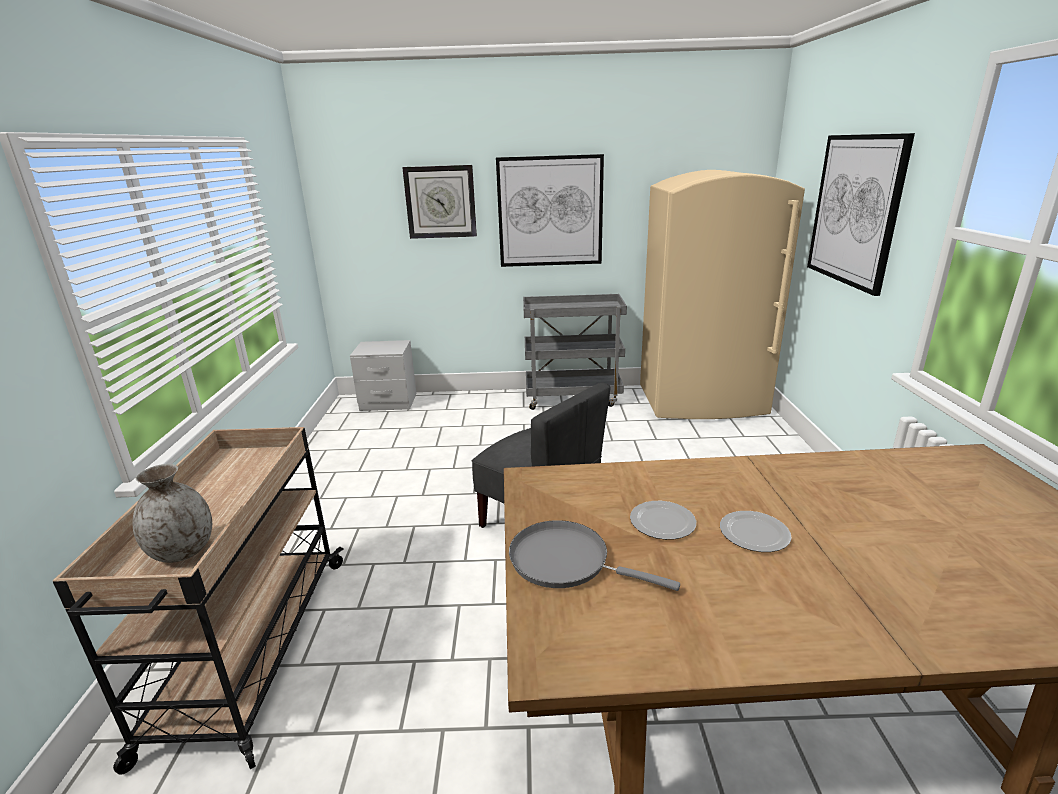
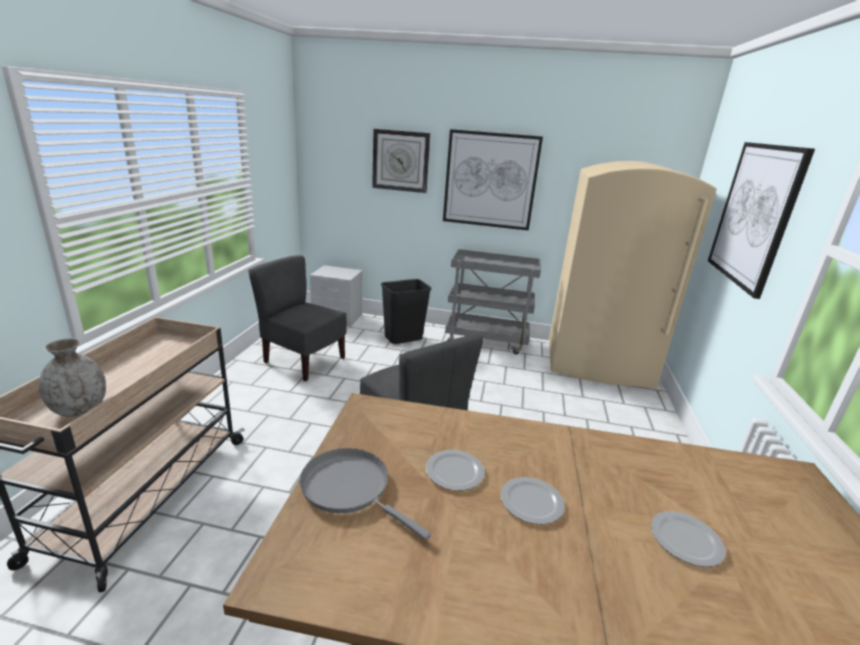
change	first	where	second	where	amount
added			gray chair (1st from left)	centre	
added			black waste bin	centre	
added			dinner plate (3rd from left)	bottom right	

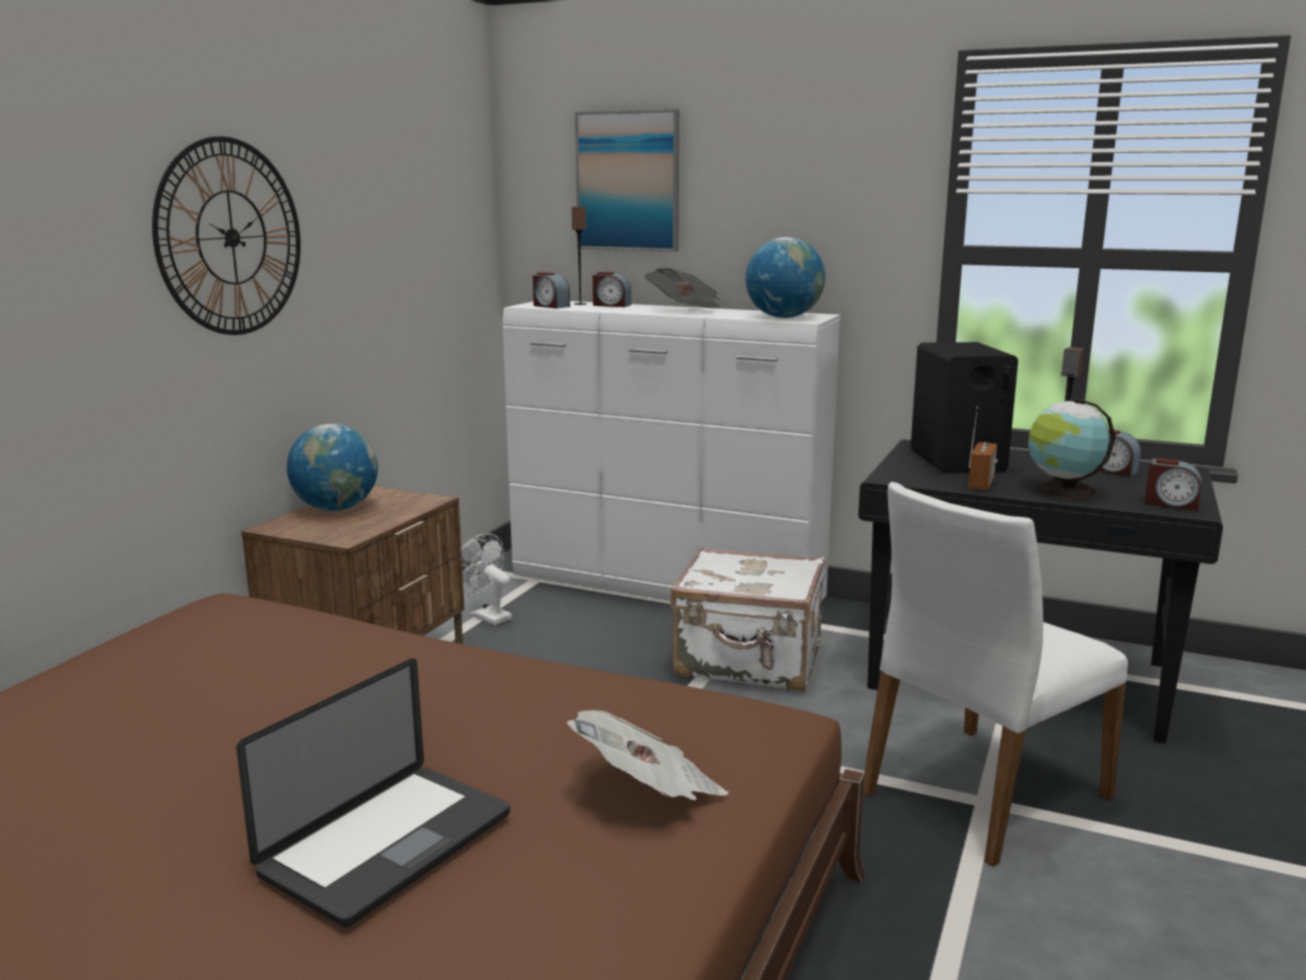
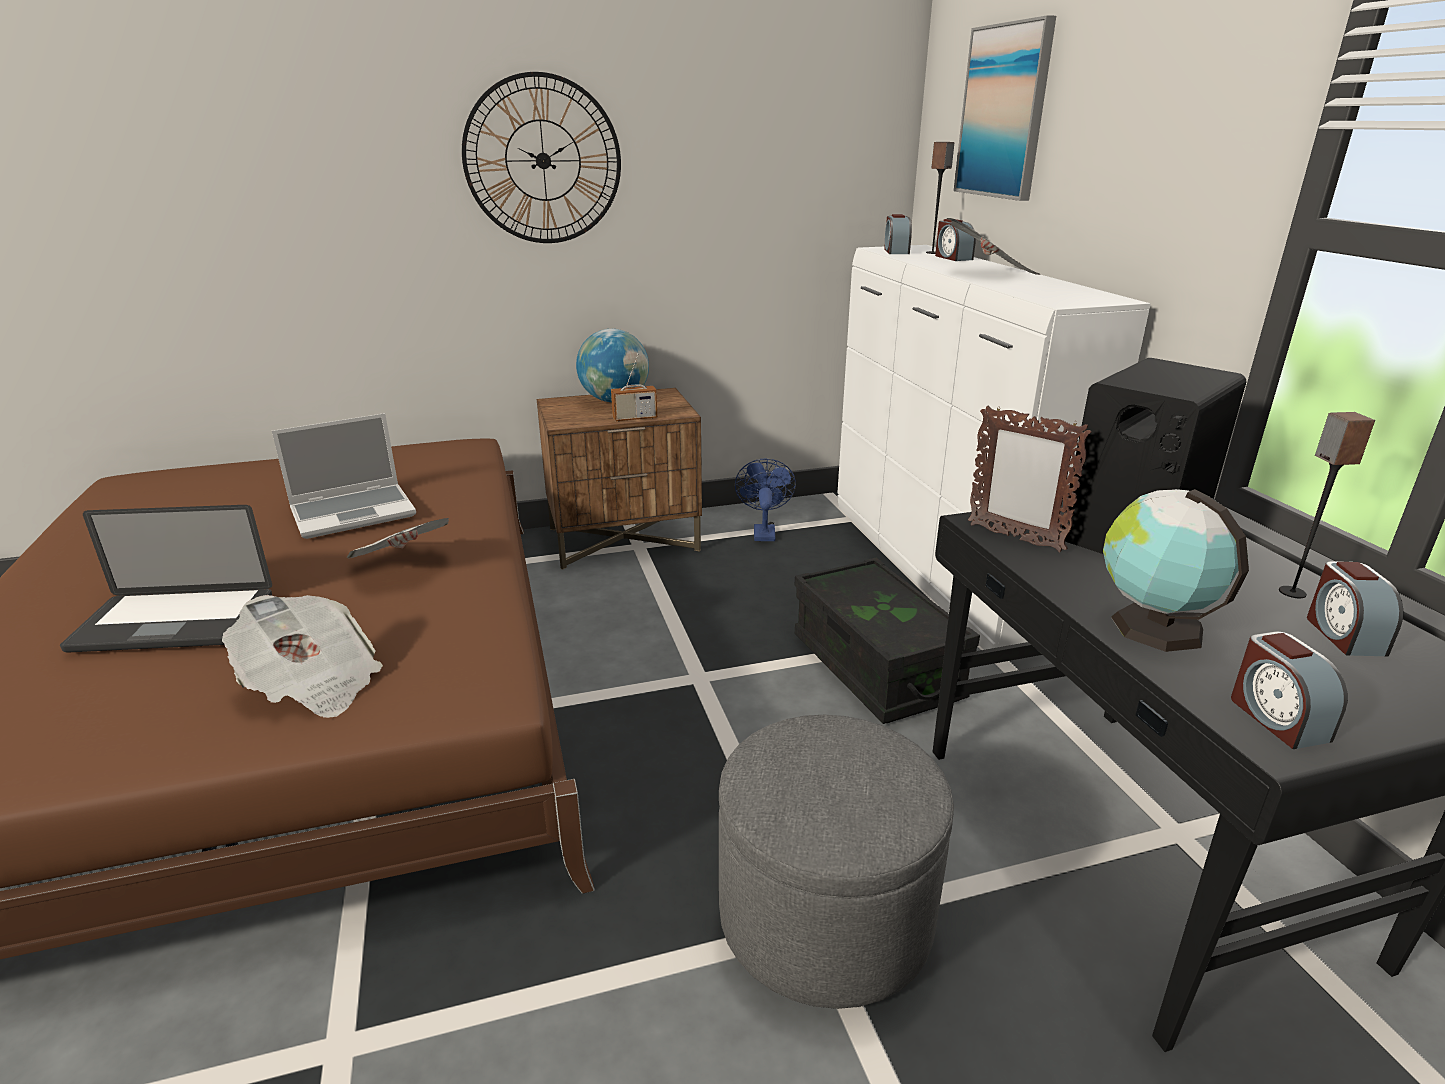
change	first	where	second	where	amount
removed	desk globe (2nd from left)	top centre			
added			portable computer (2nd from left)	middle left	
added			daily paper (2nd from left)	middle left	
added			standing frame	middle right	
moved	radio receiver	middle right		centre	
replaced	white-coloured travel case	centre	black storage bin	centre	
replaced	white-coloured chair	bottom right	gray ottoman	bottom centre	
recoloured	white-coloured fan	centre	blue-coloured fan	centre	

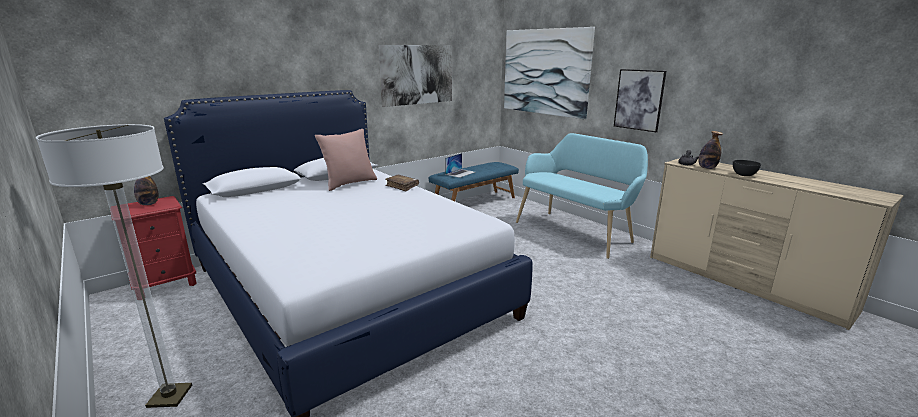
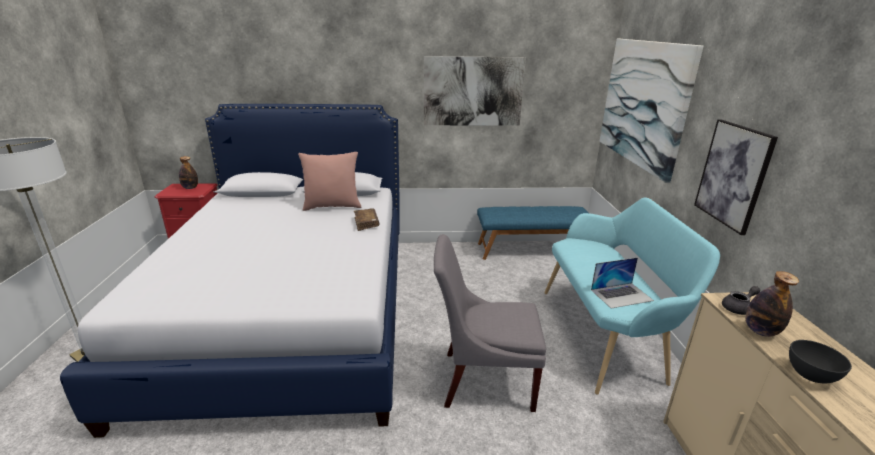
change	first	where	second	where	amount
added			gray chair	bottom centre	
moved	portable computer	centre		middle right	

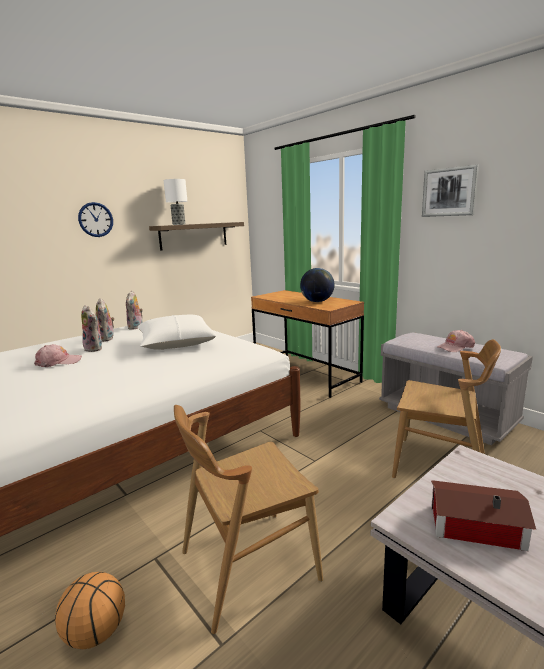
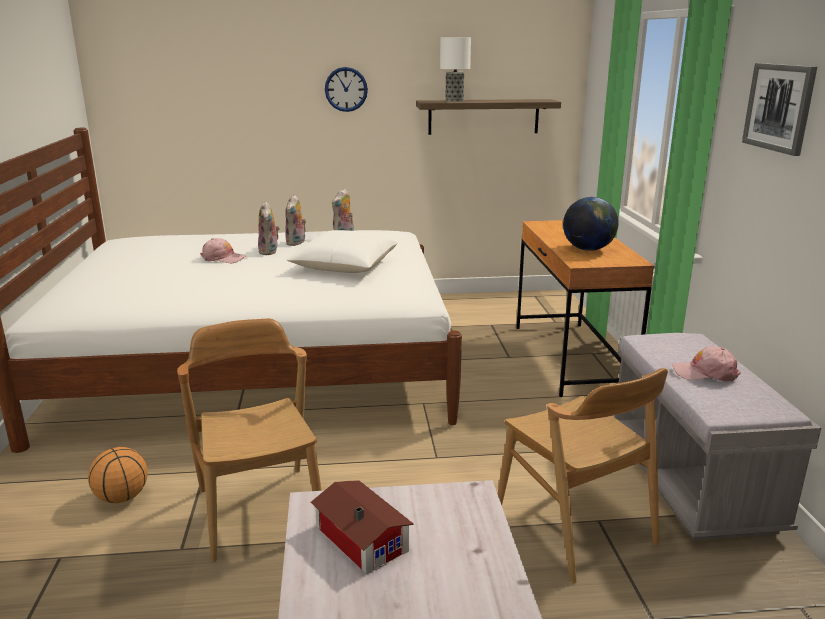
change	first	where	second	where	amount
turned	brown-coloured chair (1st from left)	bottom centre		bottom left	60 degrees clockwise

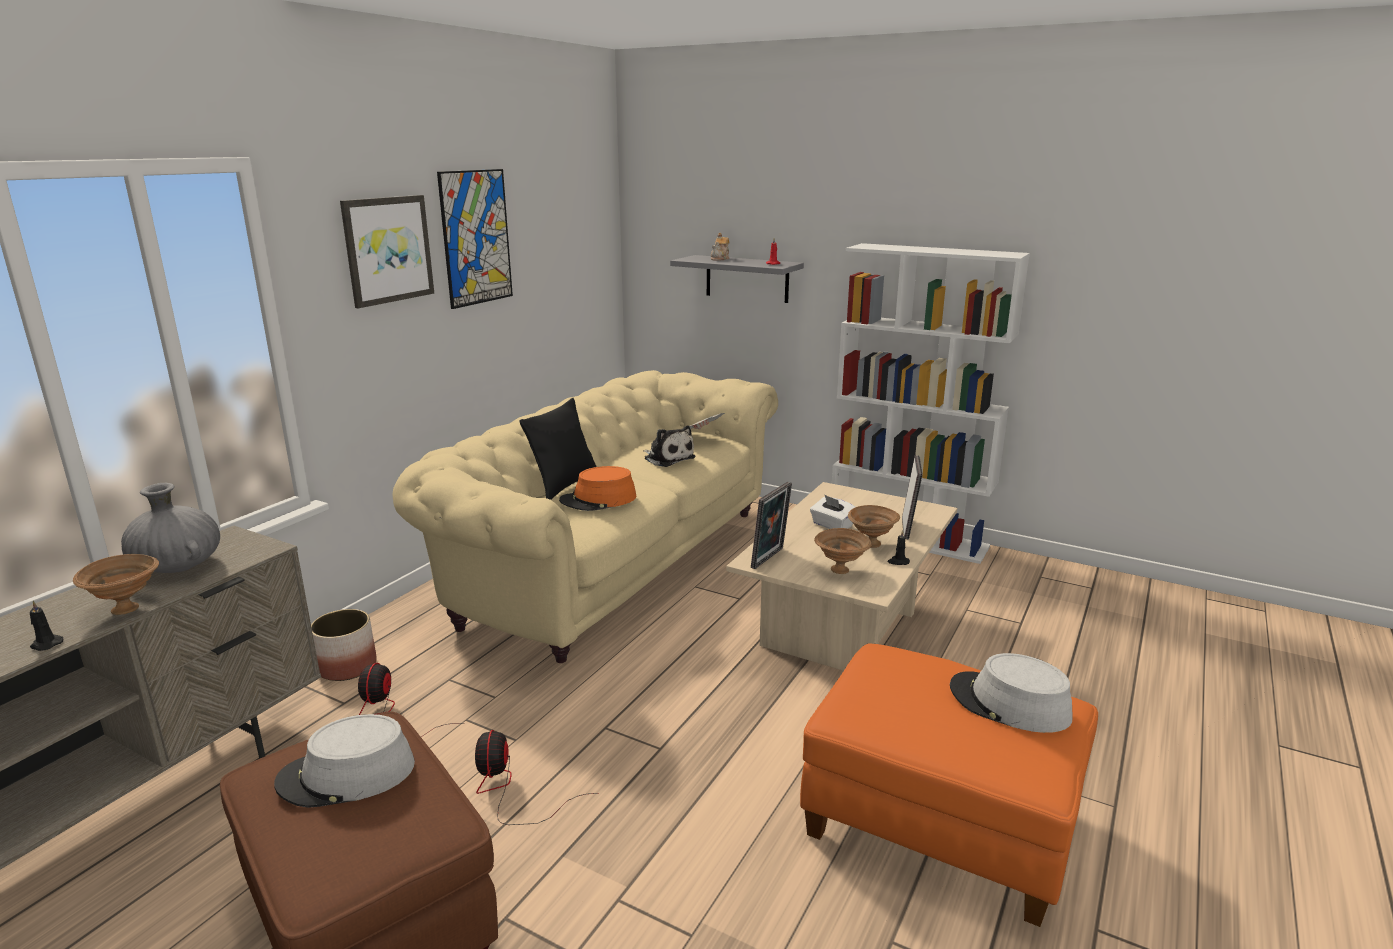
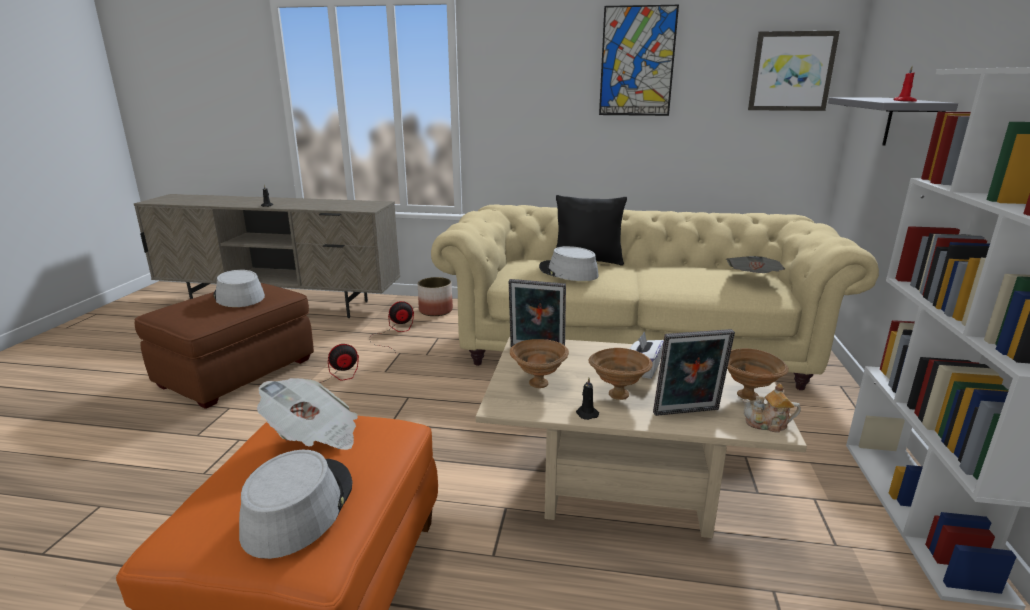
change	first	where	second	where	amount
removed	gray vase	middle left			
removed	soft toy	centre			
added			daily paper (1st from left)	bottom left	
moved	brown-coloured deep dish (1st from left in the first image)	middle left	brown-coloured deep dish (3rd from left)	middle right	
moved	wall art (1st from left in the first image)	top left	wall art (2nd from left)	top right	
moved	tea pot	top centre		bottom right	
recoloured	orange-coloured wearable hat	centre	gray wearable hat (3rd from left)	centre	

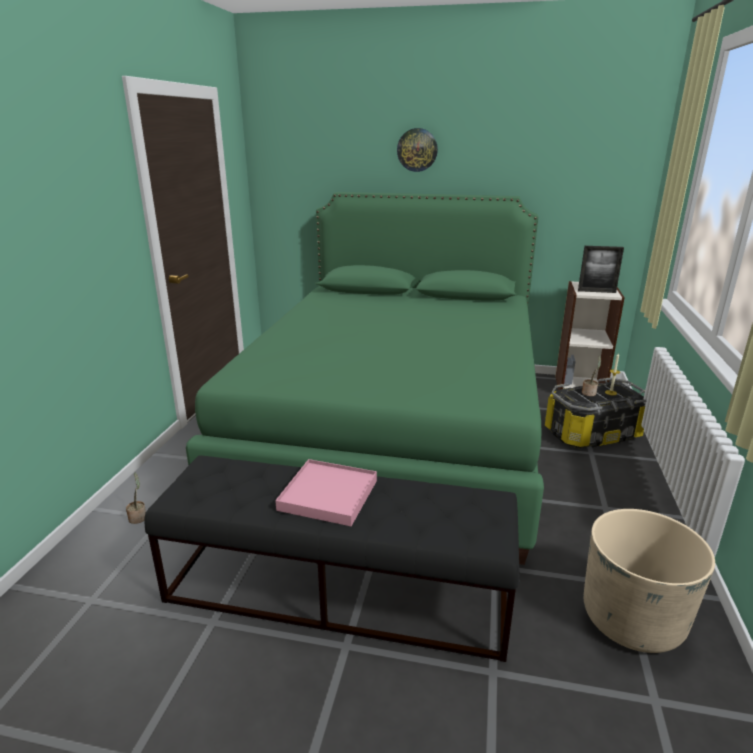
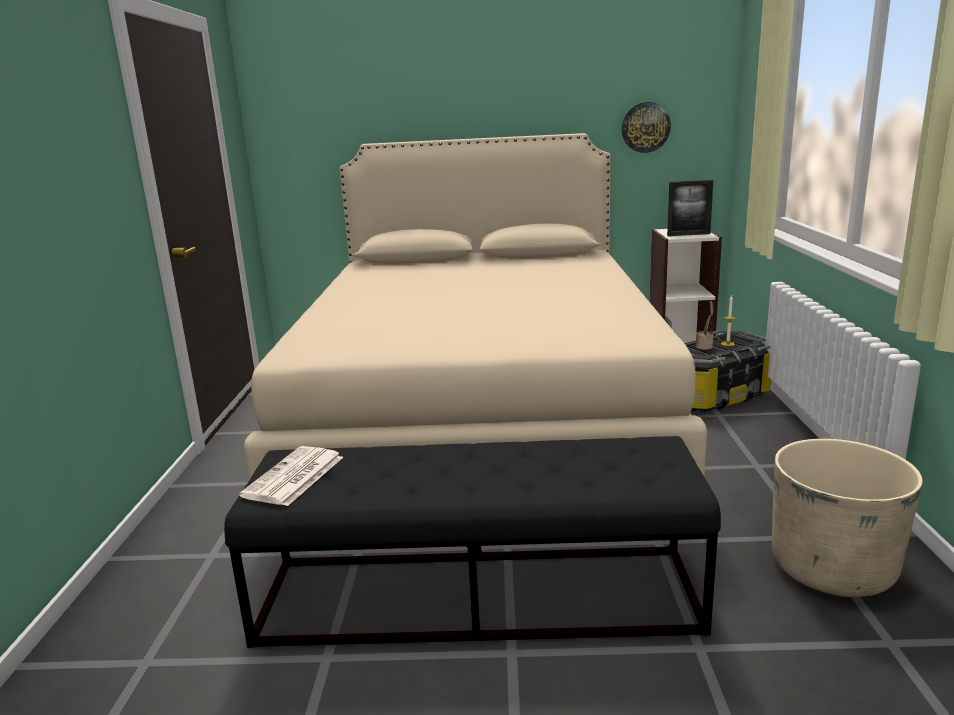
change	first	where	second	where	amount
removed	plant in a pot (1st from left)	middle left			
removed	pink-coloured carrying tray	centre			
added			daily paper	middle left	
moved	wall clock	top centre		top right	
recoloured	greenish bed	centre	sand-coloured bed	centre	

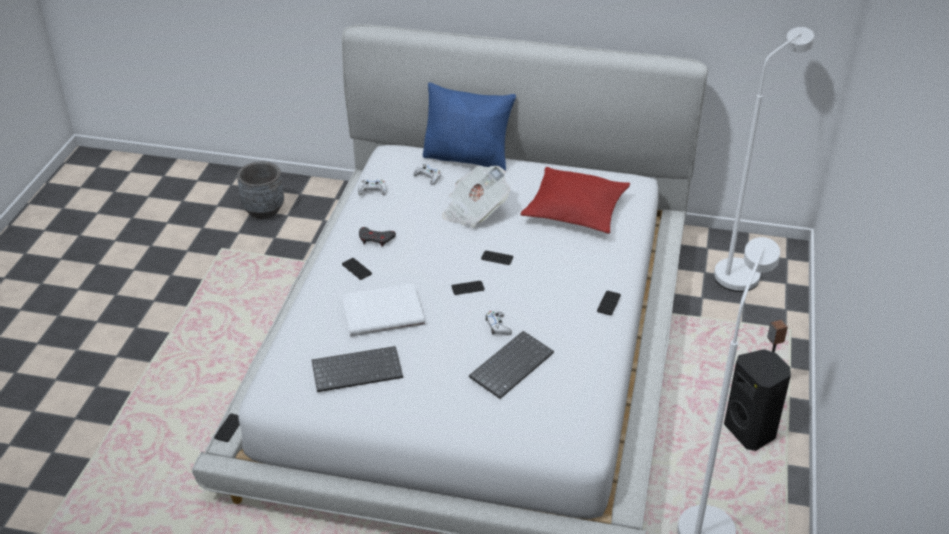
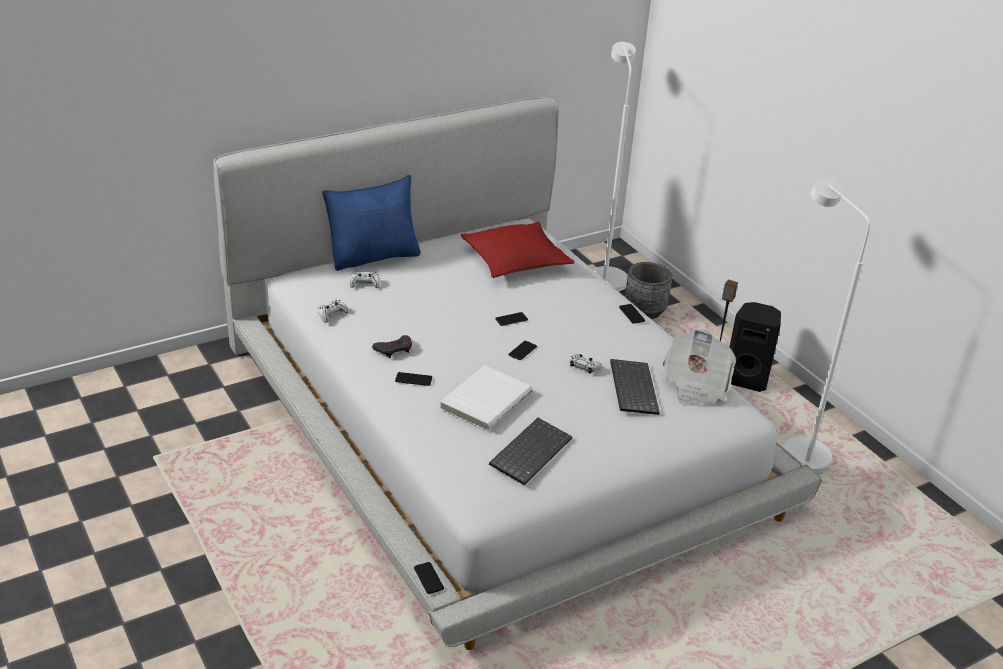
change	first	where	second	where	amount
moved	gray planter	middle left		centre	
moved	daily paper	centre		middle right	

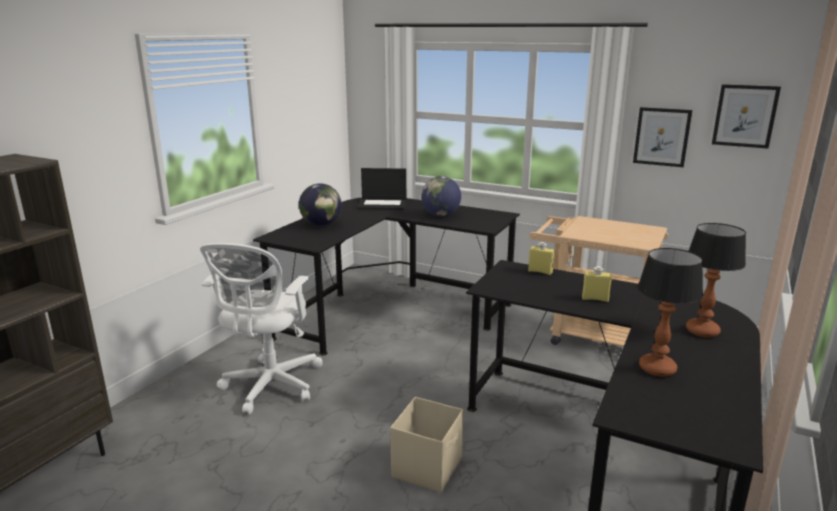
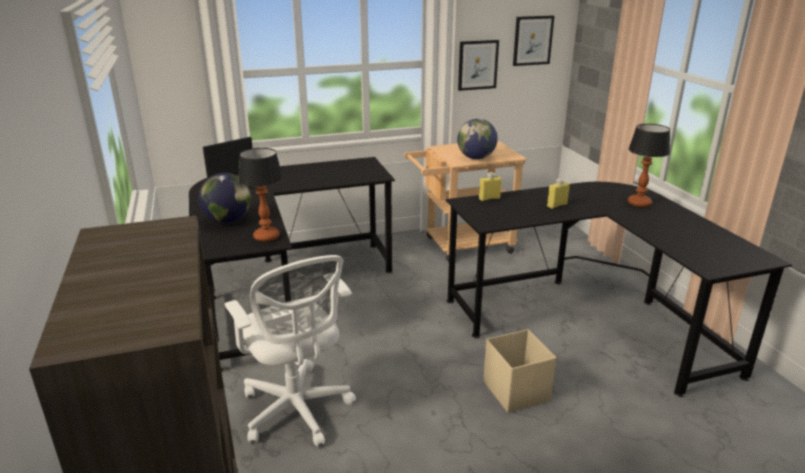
change	first	where	second	where	amount
moved	desk globe (2nd from left)	centre		top centre	
moved	table lamp (1st from left)	middle right		middle left	

